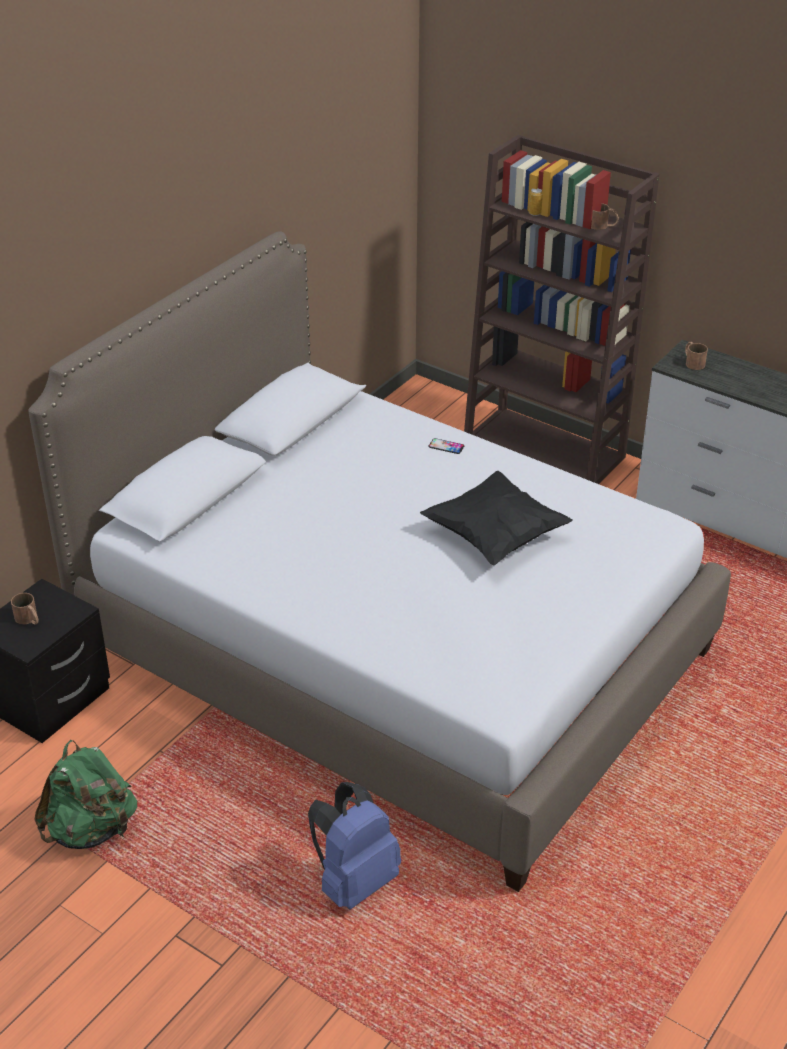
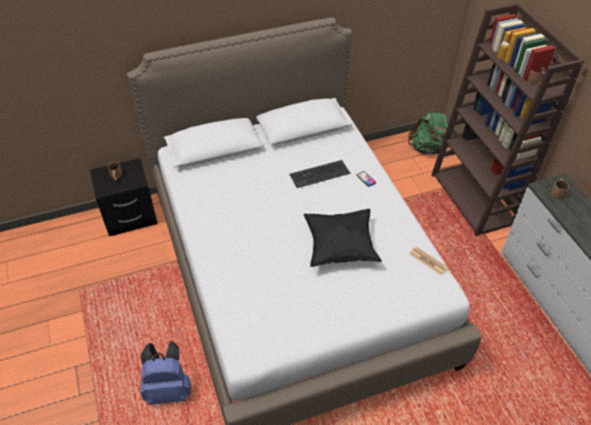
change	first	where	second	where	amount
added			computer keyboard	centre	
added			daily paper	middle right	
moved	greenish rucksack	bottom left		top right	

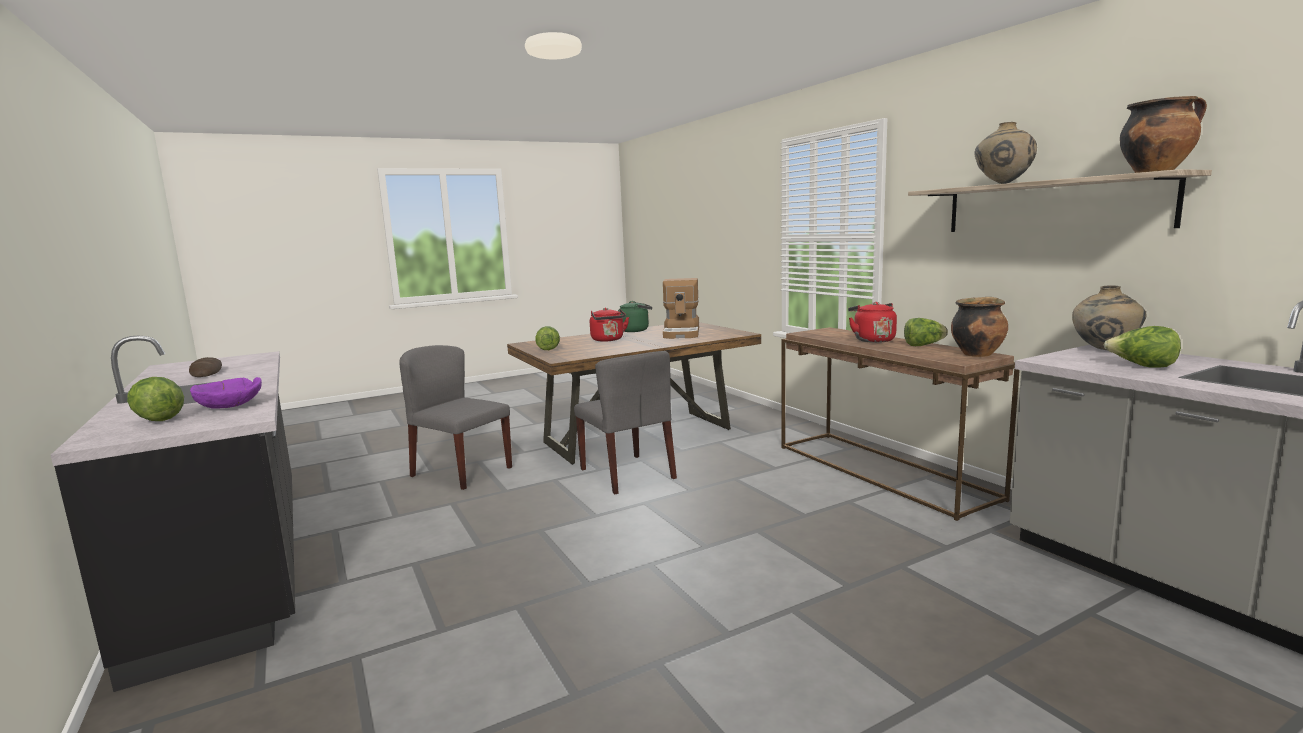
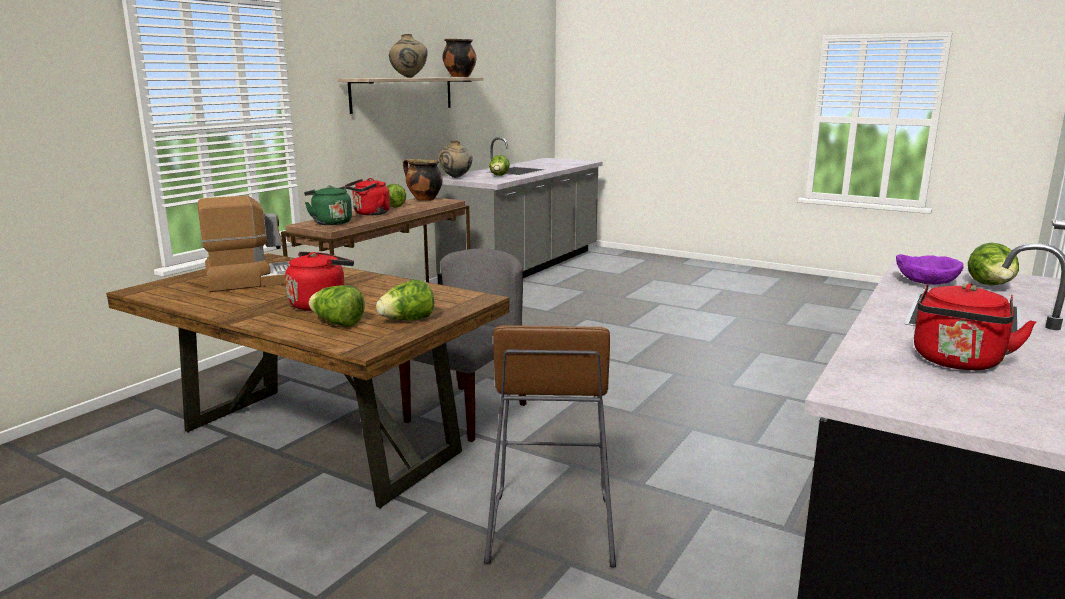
change	first	where	second	where	amount
added			lettuce head (1st from left)	middle left	
moved	greenish kettle	centre		middle left	
replaced	baked bread	middle left	reddish kettle (3rd from left)	middle right	
replaced	gray chair (1st from left)	centre	brown-coloured stool	bottom centre	

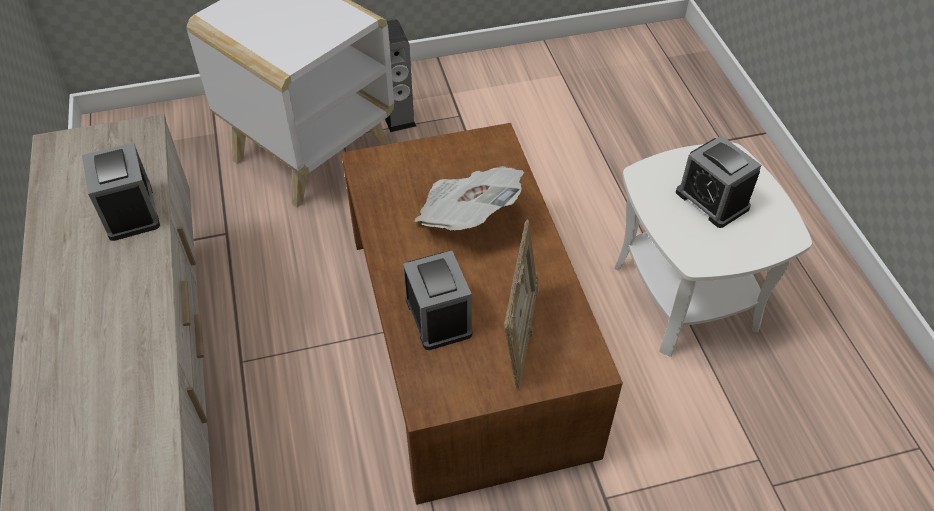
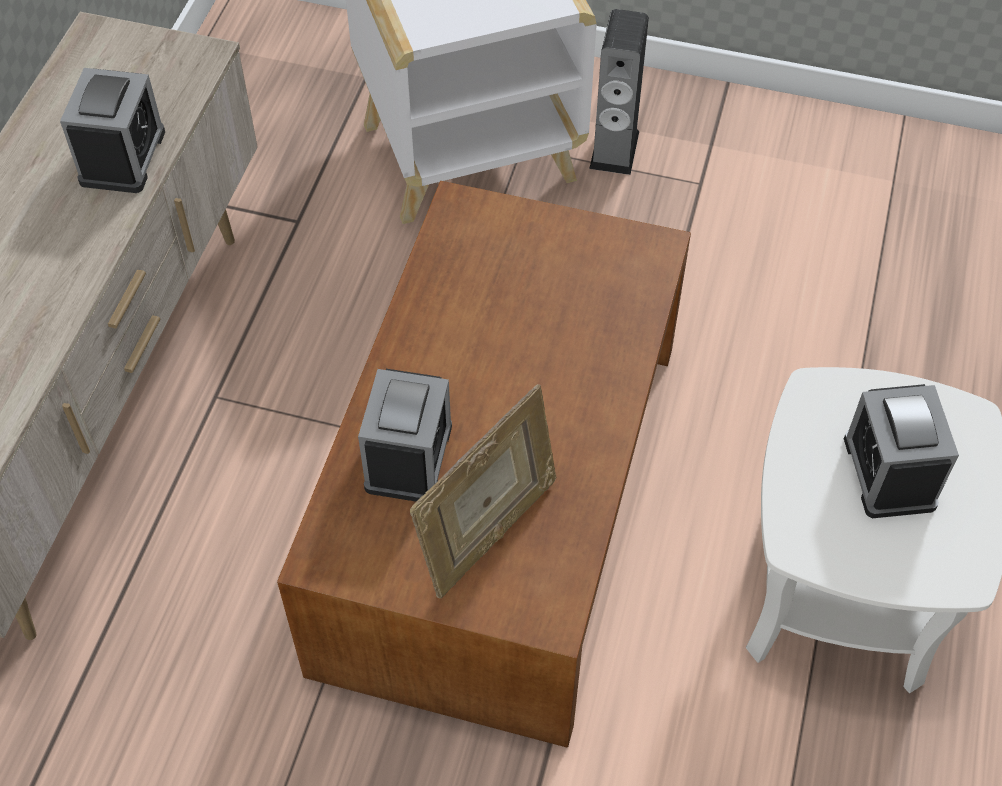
change	first	where	second	where	amount
removed	daily paper	centre			

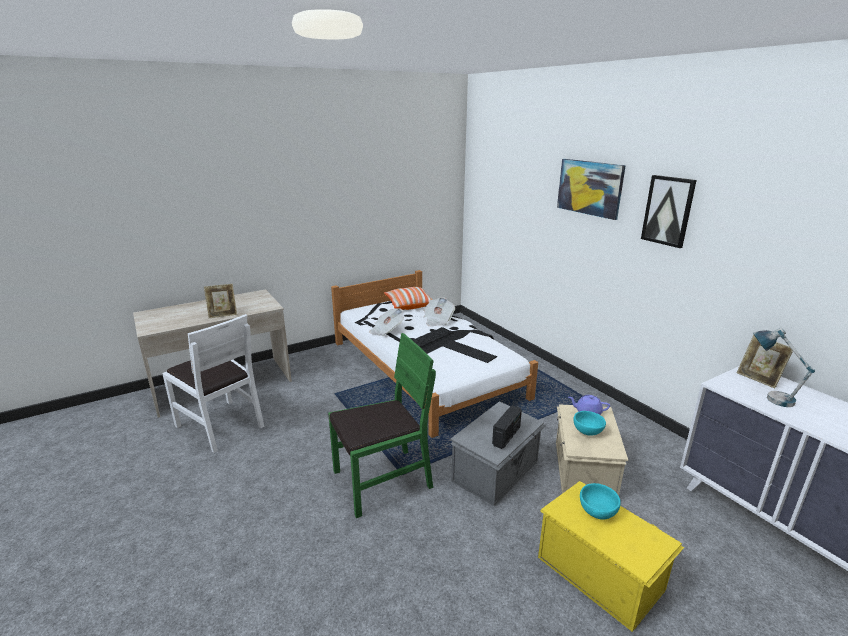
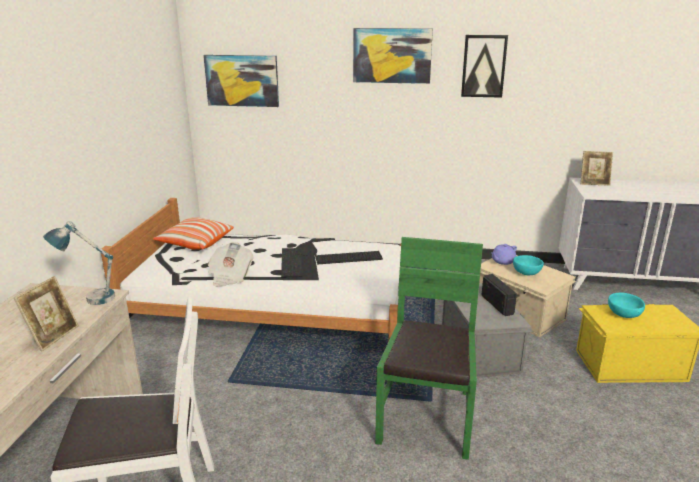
change	first	where	second	where	amount
removed	daily paper (2nd from left)	centre			
added			wall art (1st from left)	top centre	
moved	table lamp	middle right		middle left	

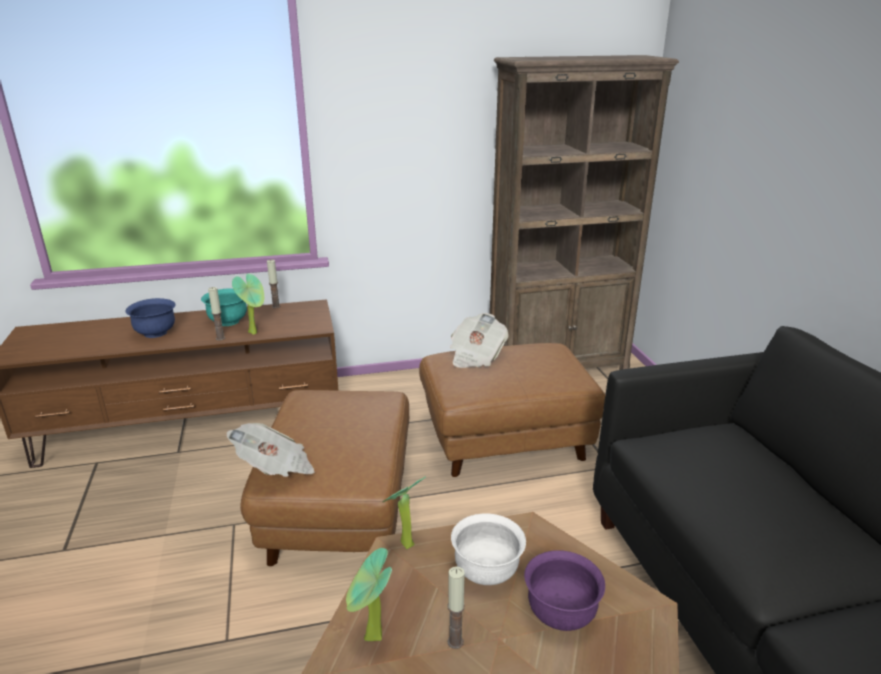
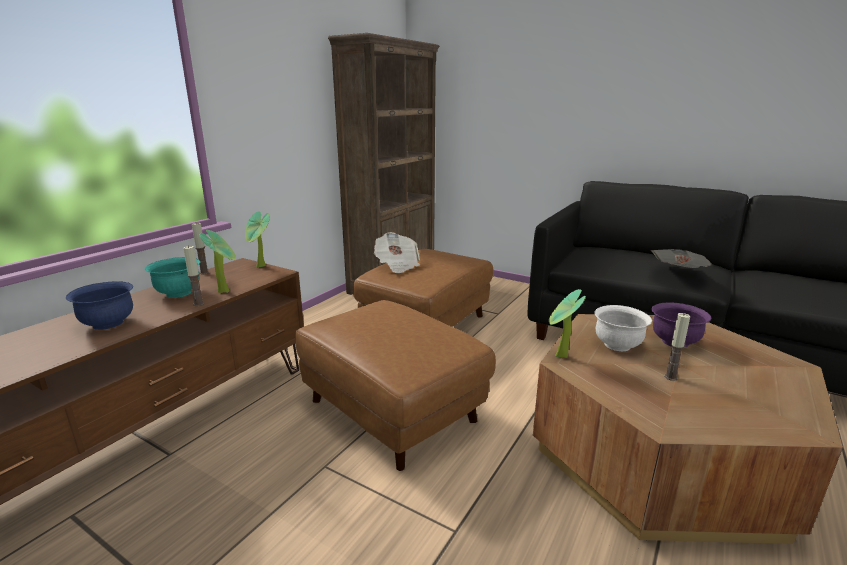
change	first	where	second	where	amount
moved	daily paper (1st from left in the first image)	bottom left	daily paper (2nd from left)	middle right	
moved	plant in a pot (2nd from left)	bottom centre		middle left	

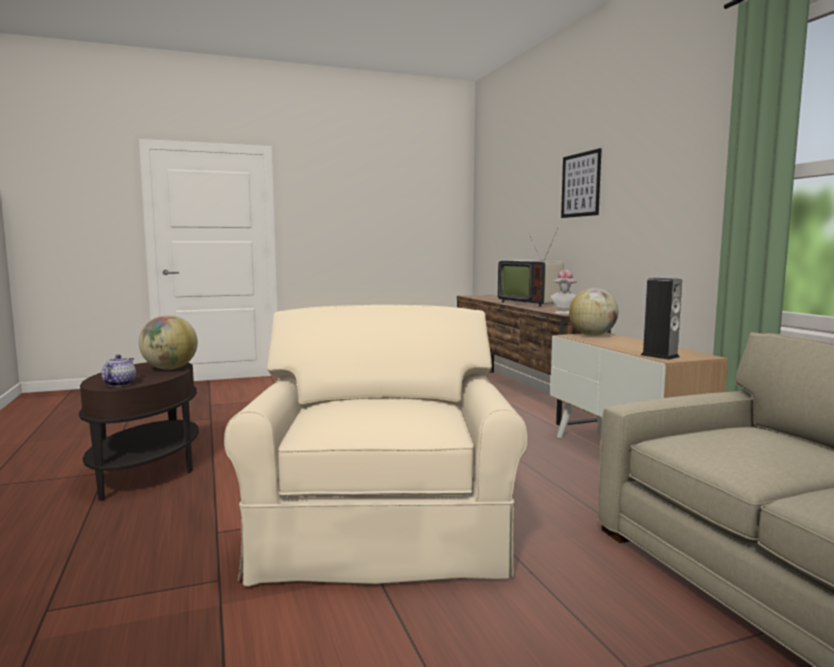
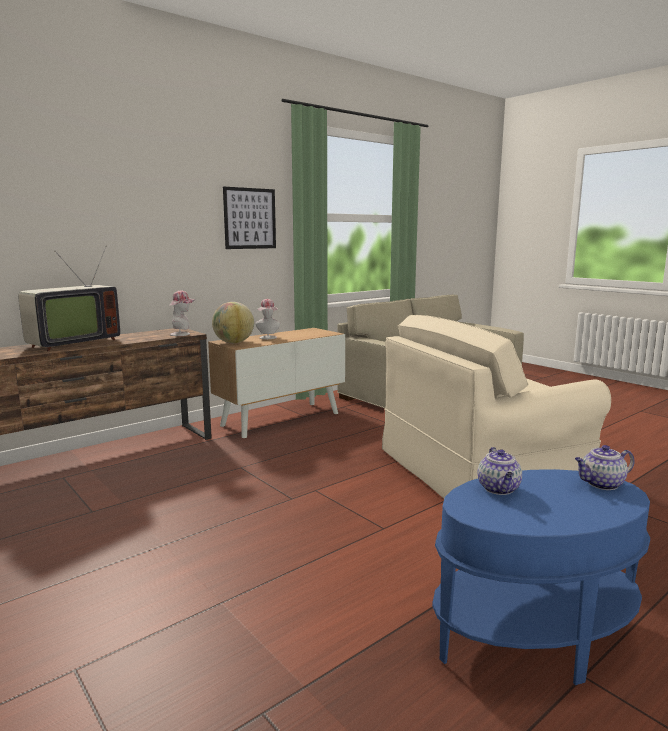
change	first	where	second	where	amount
removed	loudspeaker	middle right			
added			wearable hat (2nd from left)	centre	
moved	wall art	top right		top centre	
replaced	desk globe (1st from left)	middle left	tea pot (1st from left)	middle right	
recoloured	brown-coloured accent table	middle left	blue-coloured accent table	bottom right	

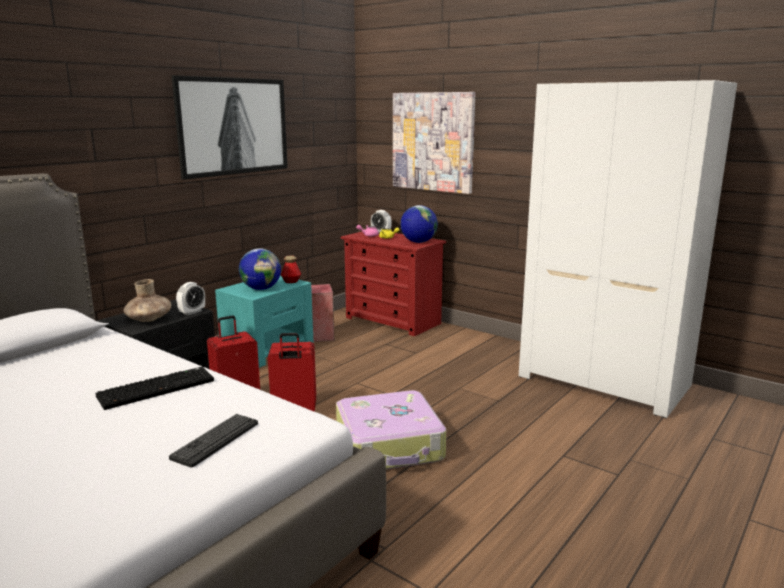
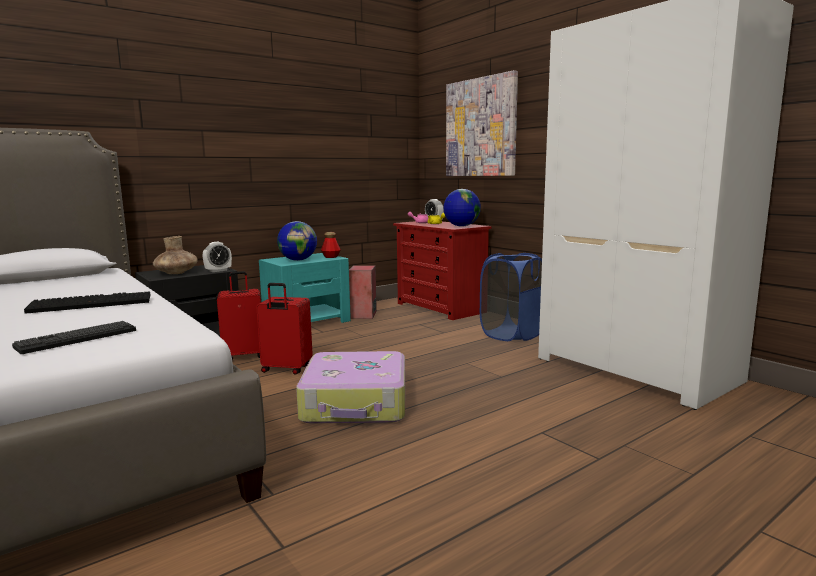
change	first	where	second	where	amount
removed	wall art (1st from left)	top left			
added			blue-coloured hamper	centre	

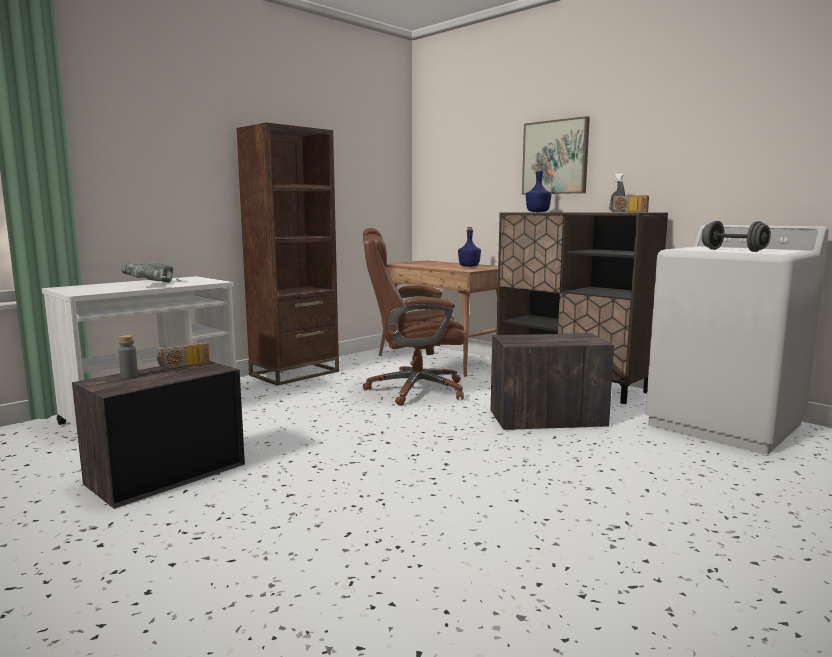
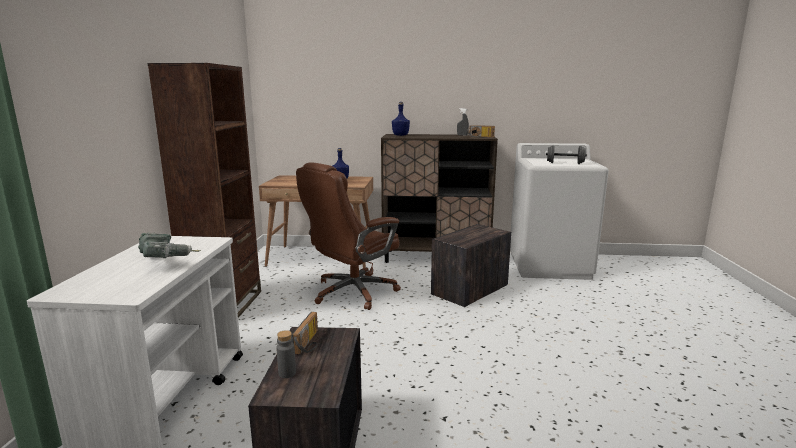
change	first	where	second	where	amount
removed	wall art	top right			

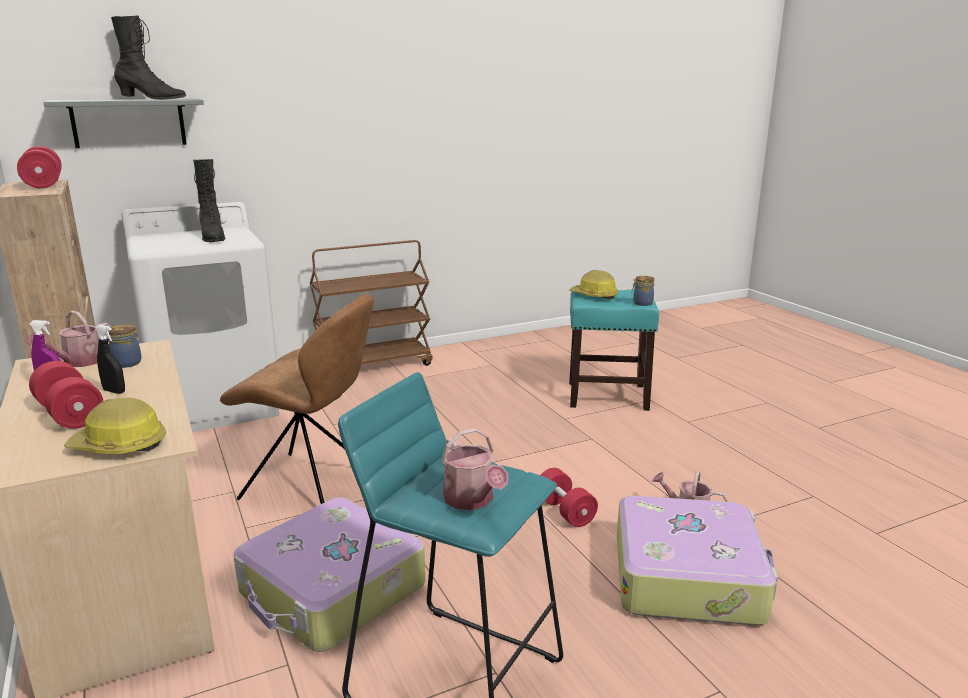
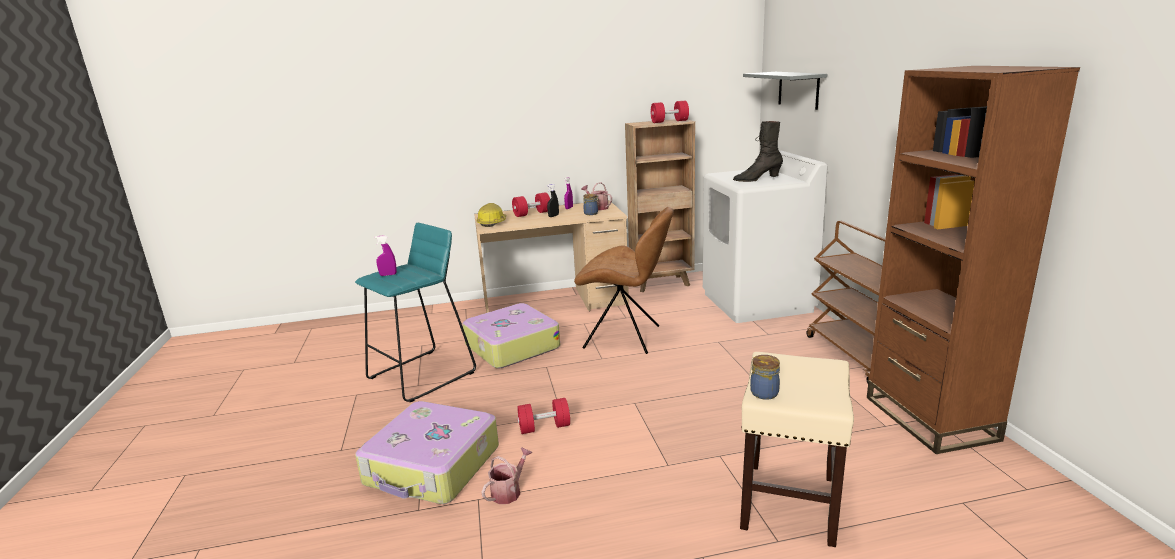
change	first	where	second	where	amount
removed	black boot (1st from left)	top left			
removed	work helmet (2nd from left)	centre			
added			brown-coloured shelving unit (2nd from left)	middle right	
replaced	watering pot (2nd from left)	bottom centre	purplish spray bottle (1st from left)	middle left	
recoloured	turquoise-coloured stool (2nd from left)	centre	sand-coloured stool	bottom right	
turned	brown-coloured chair	middle left		centre	105 degrees counterclockwise

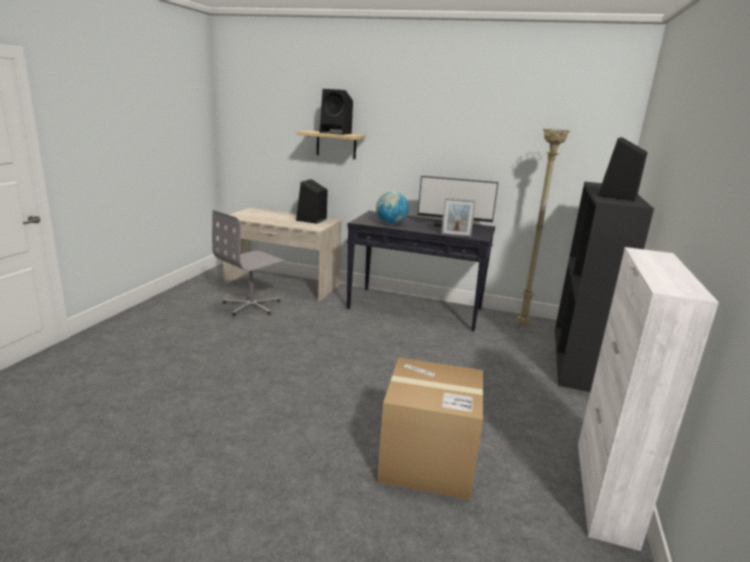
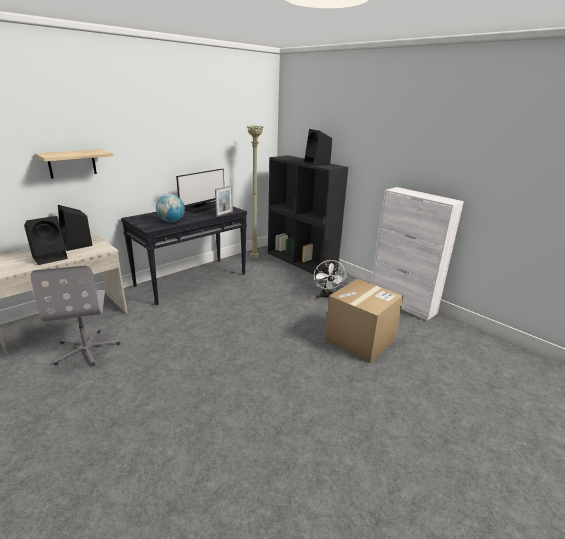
change	first	where	second	where	amount
added			white-coloured fan	centre	
moved	black loudspeaker (2nd from left in the first image)	top centre	black loudspeaker (1st from left)	middle left	

